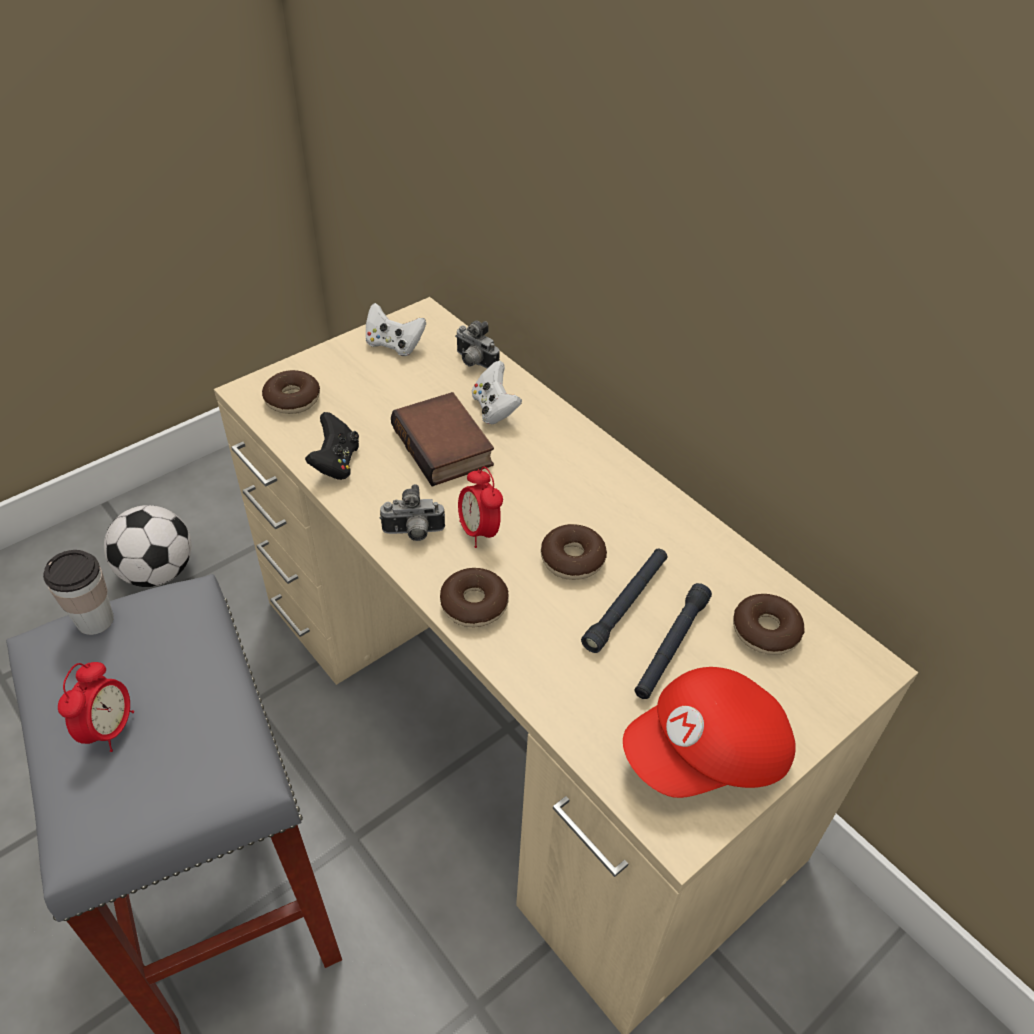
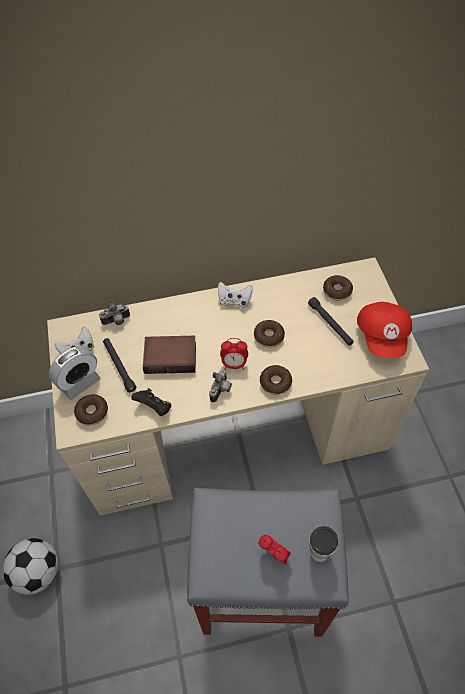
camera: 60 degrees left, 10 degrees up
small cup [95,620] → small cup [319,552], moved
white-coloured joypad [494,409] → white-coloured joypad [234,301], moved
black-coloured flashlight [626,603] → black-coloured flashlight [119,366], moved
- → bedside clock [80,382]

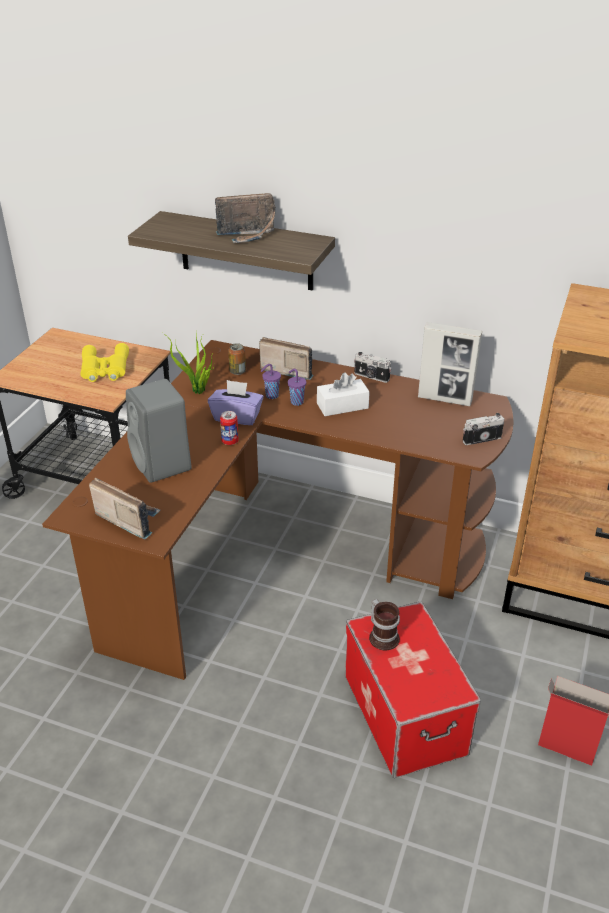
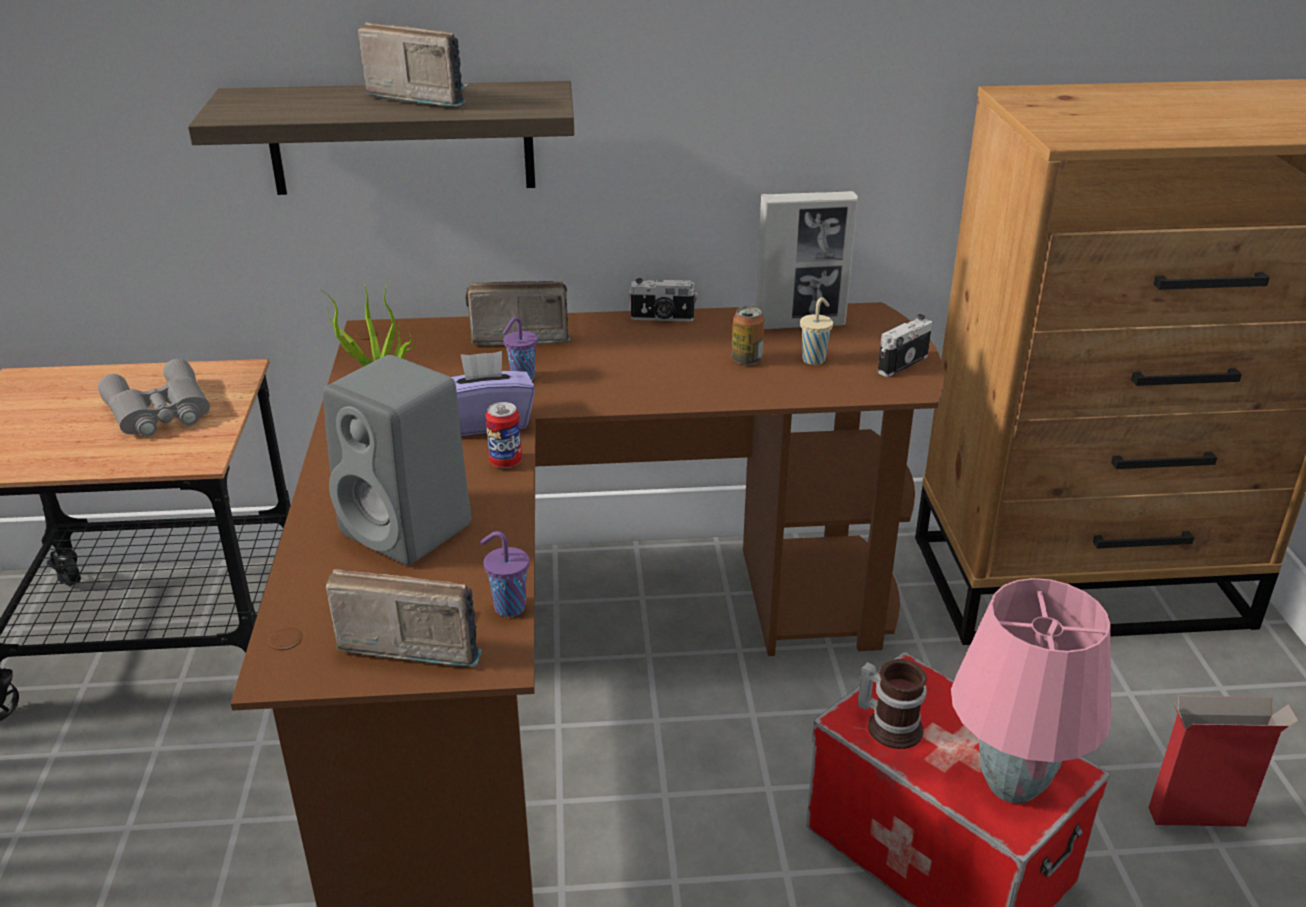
camera: 25 degrees left, 5 degrees down
yellow field glasses [104,369] → greyish field glasses [159,412]
radio set [248,235] → radio set [421,97], 120 degrees counterclockwise
sealed can [237,371] → sealed can [746,359], moved
purplish small cup [296,402] → purplish small cup [508,607], moved
white-coloured box of tissues [342,406] → -
- → beige small cup [814,359]
- → pink lamp for a table [1012,784]

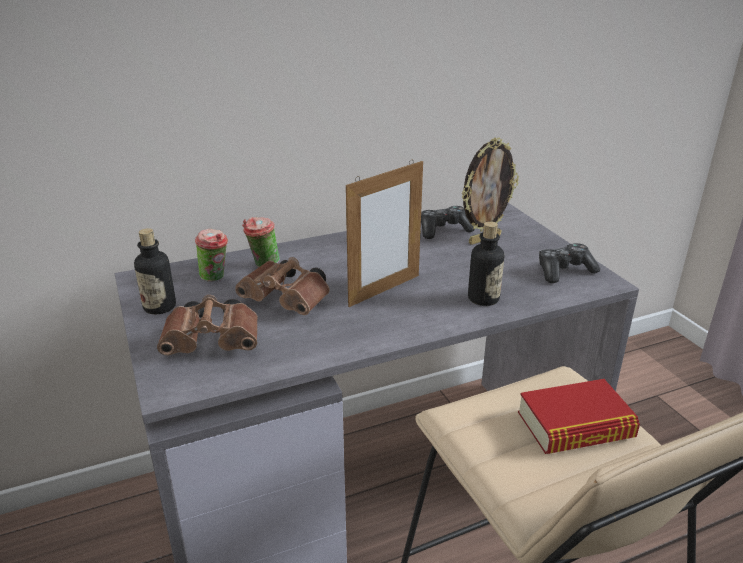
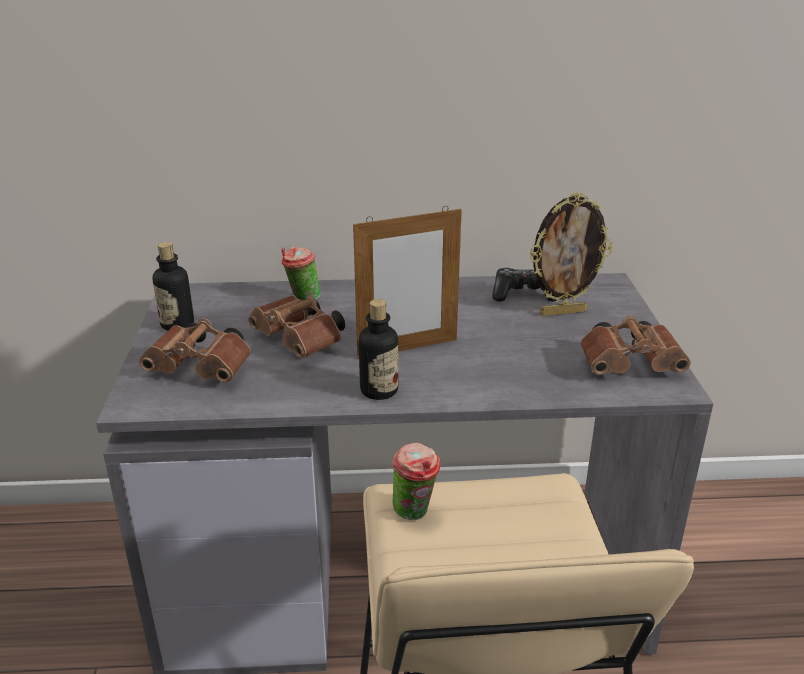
camera: 20 degrees right, 0 degrees up
small cup [216,278] → small cup [415,513], moved
drink bottle [483,298] → drink bottle [379,390], moved
volume [575,426] → -
joypad [564,271] → brown-coloured field glasses [632,365]

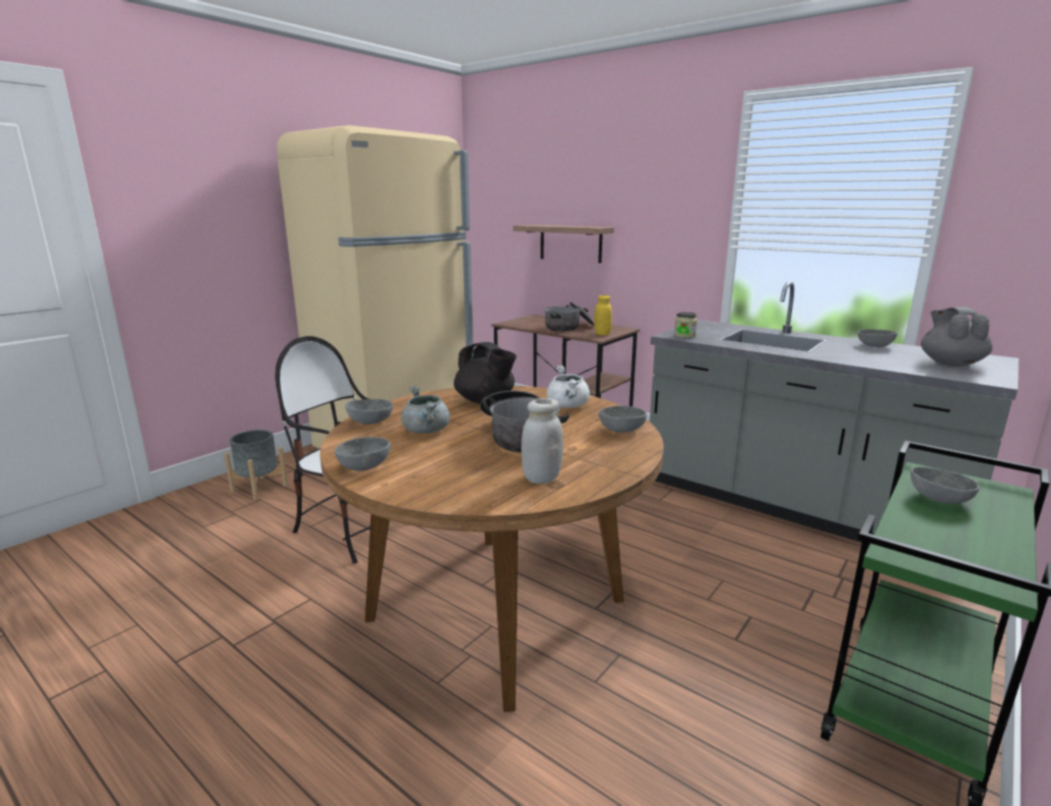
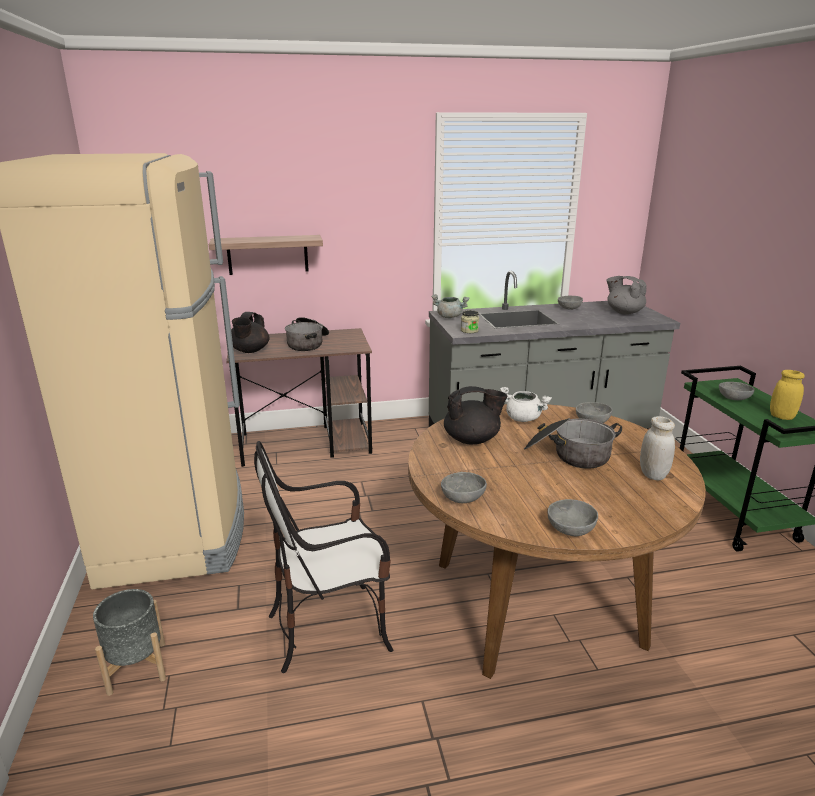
camera: 50 degrees left, 5 degrees up
greyish stockpot [426,431] → greyish stockpot [450,317], moved
yellow storage jar [602,334] → yellow storage jar [781,416], moved
- → black-coloured teapot [249,351]

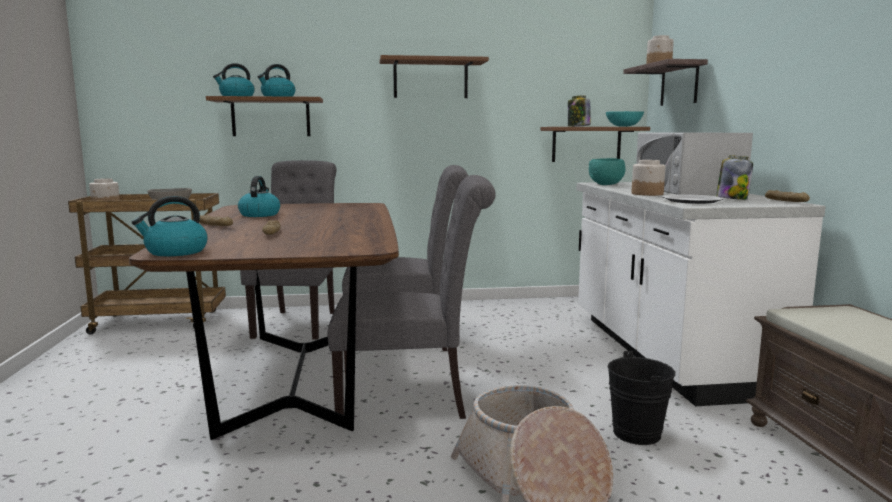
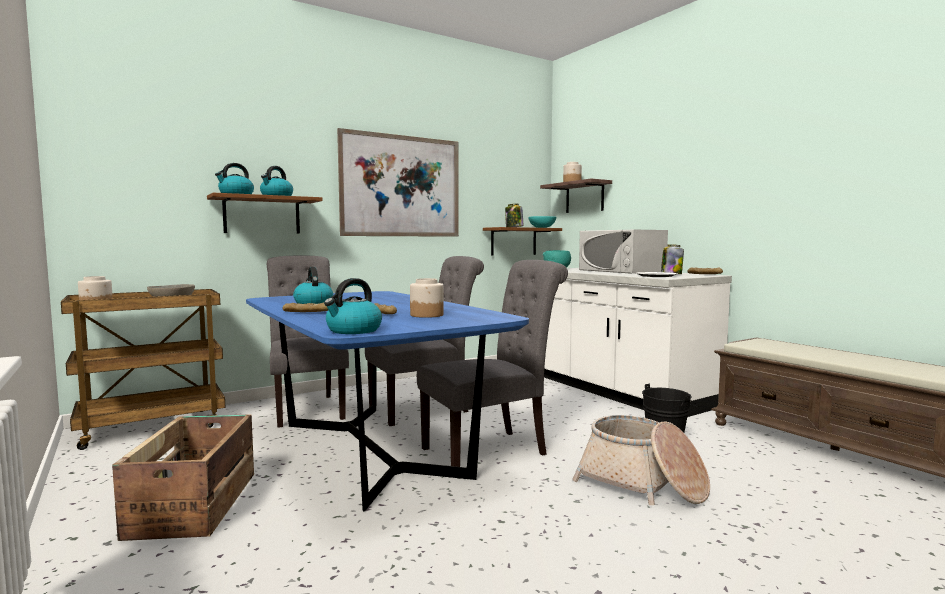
camera: 25 degrees left, 5 degrees down
brown-coloured kitchen table [299,376] → blue-coloured kitchen table [371,449]
brown-coloured wall shelf [430,79] → picture [401,186]
storage jar [647,194] → storage jar [427,315], moved
- → crate [196,503]

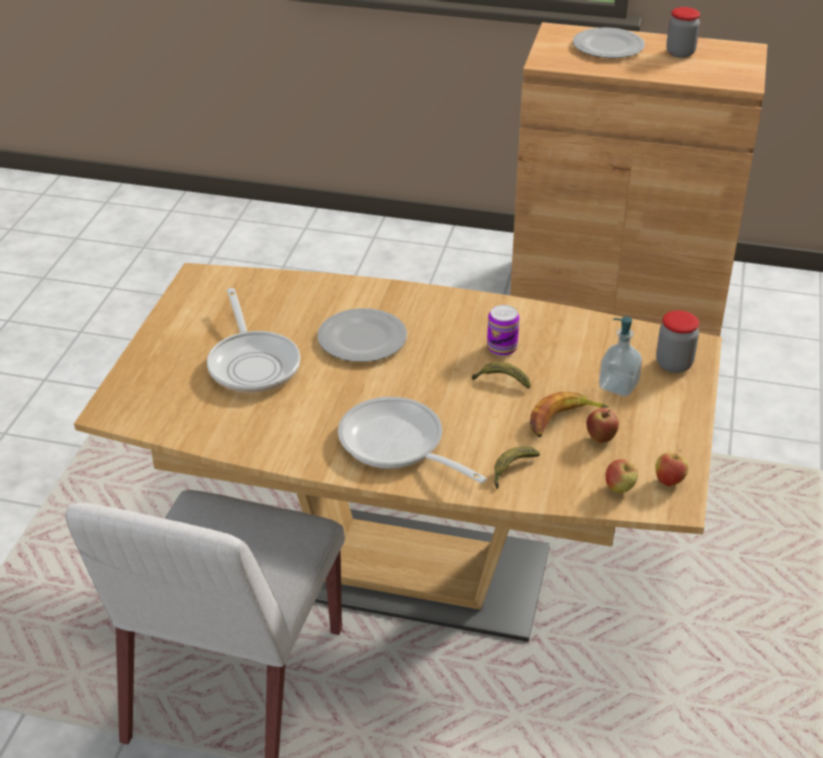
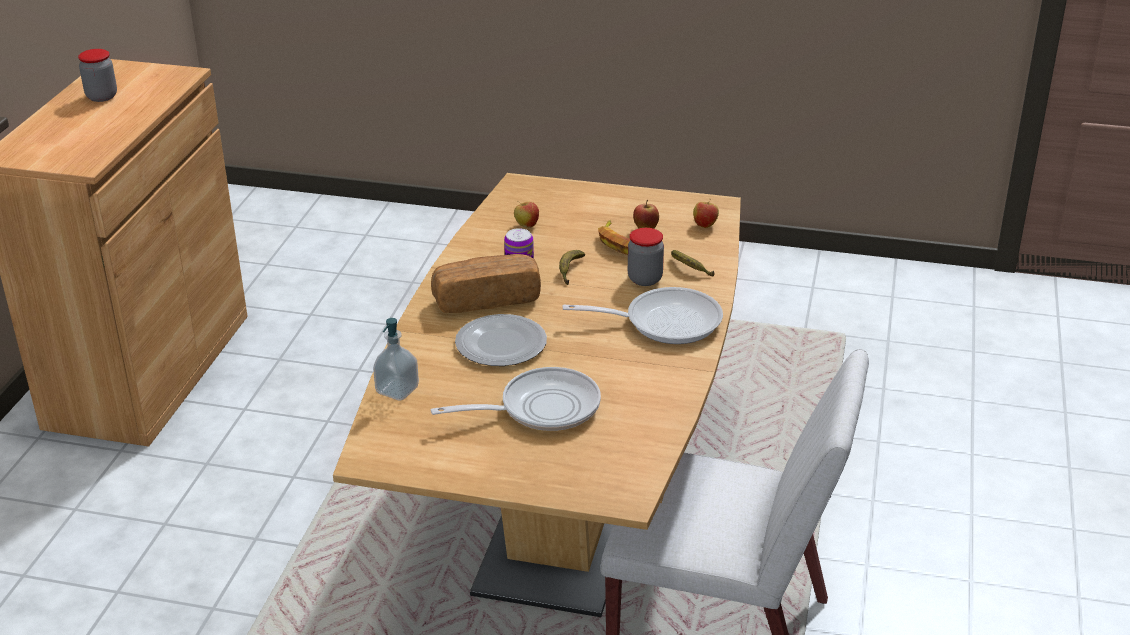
camera: 90 degrees left, 5 degrees down
pan [397,445] → pan [664,322], 135 degrees counterclockwise
flat dish [609,47] → -
liquid soap bottle [618,386] → liquid soap bottle [397,390], moved
whole apple [669,481] → whole apple [526,226], moved
storage jar [674,364] → storage jar [645,279], moved
- → baked bread [486,299]

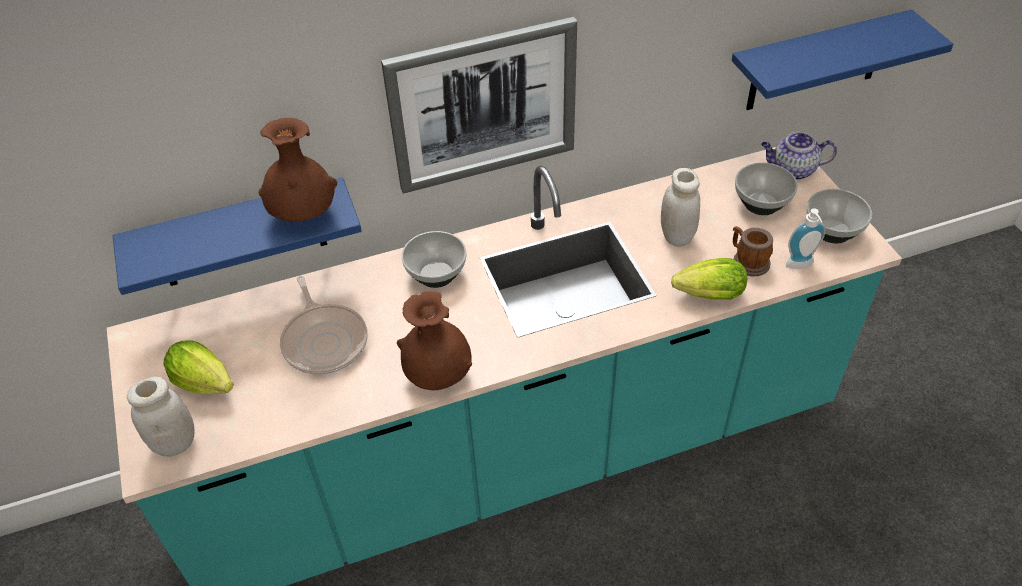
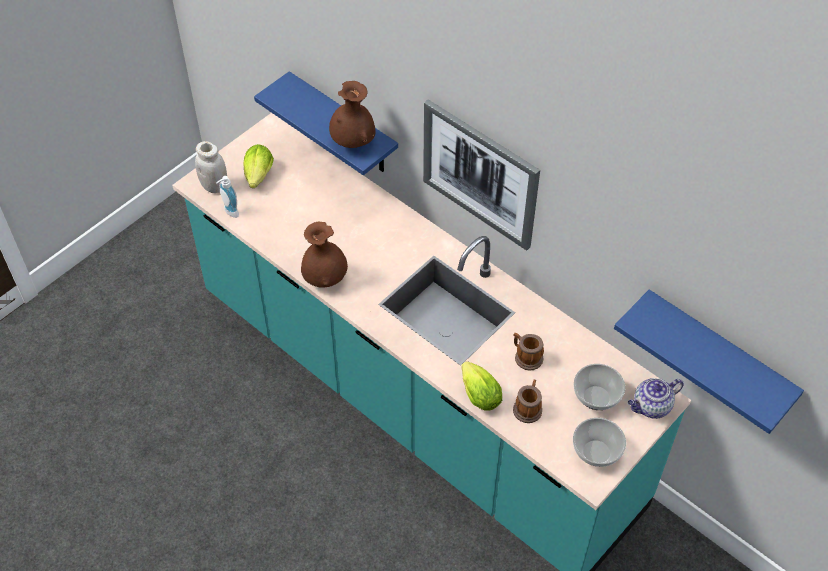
camera: 60 degrees right, 5 degrees up
pan [324,340] → -
deep dish [437,275] → -
white-coloured storage jar [677,236] → mug [526,357]
teapot [792,170] → teapot [651,407], 90 degrees counterclockwise
liquid soap bottle [801,265] → liquid soap bottle [229,212], moved

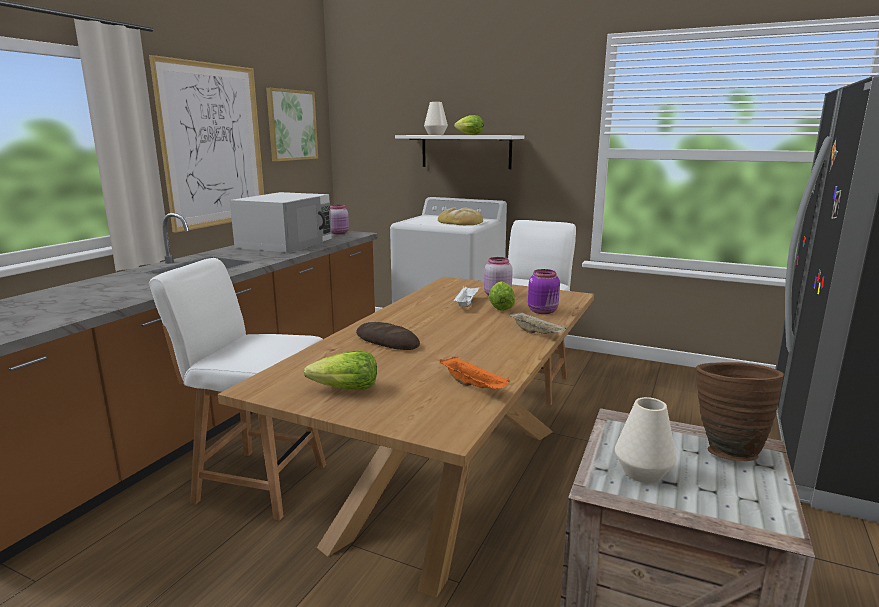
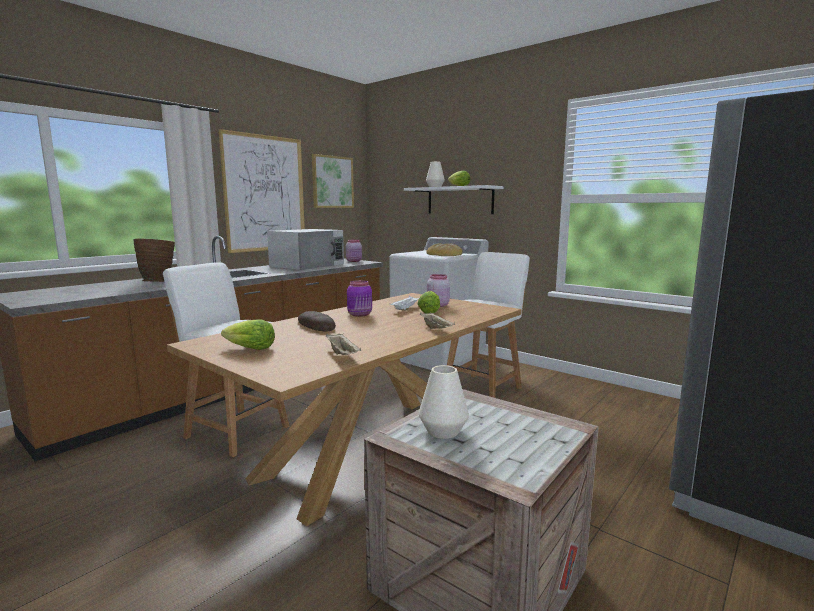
camera: 15 degrees right, 5 degrees down
orangey serving tray [474,386] → beige serving tray [343,355]
purplish storage jar [543,311] → purplish storage jar [360,314], moved
brown-coloured decorative vase [725,449] → brown-coloured decorative vase [158,282], moved

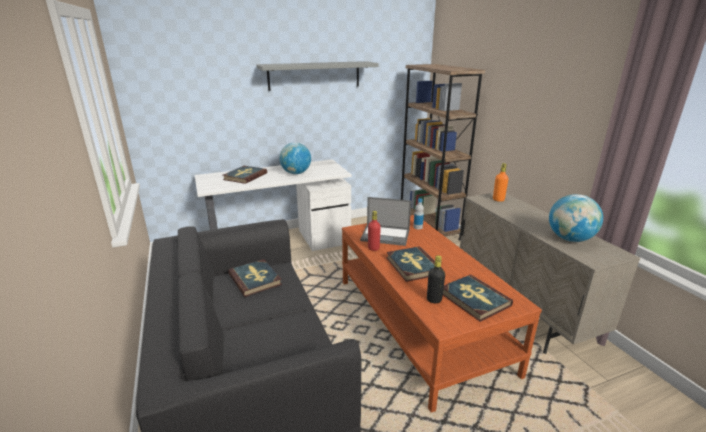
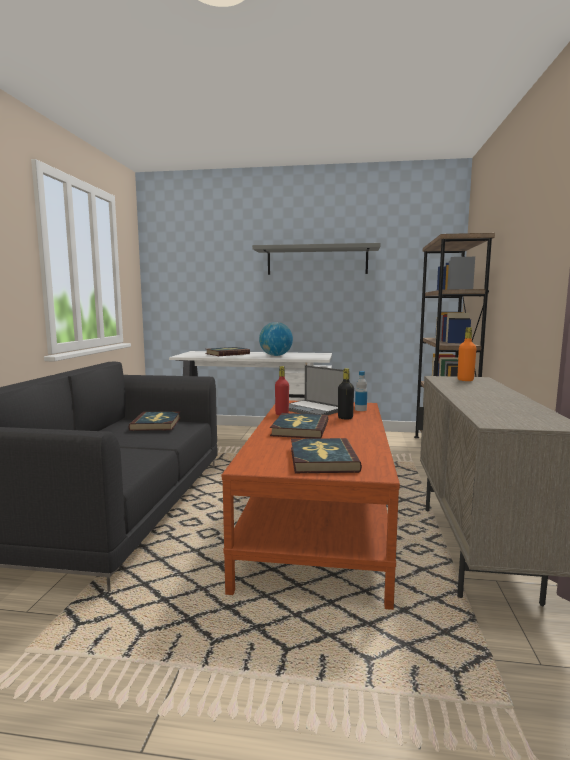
camera: 30 degrees right, 15 degrees down
black-coloured drink bottle [434,299] → black-coloured drink bottle [345,418], moved
world globe [570,239] → -

